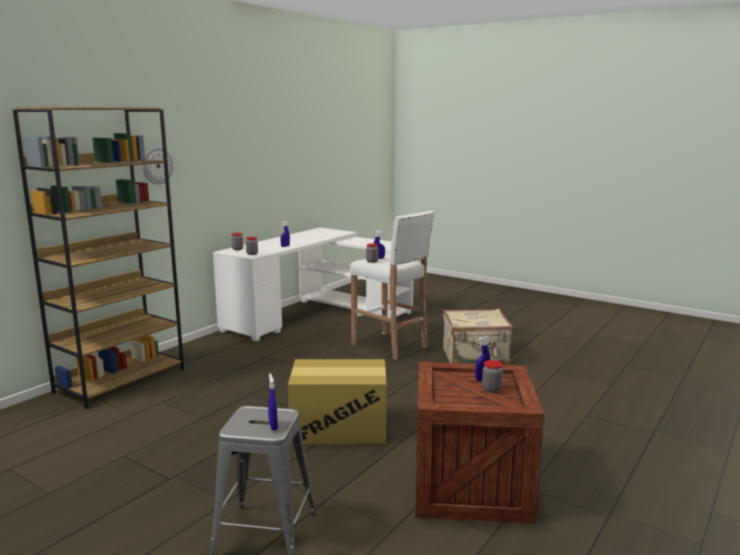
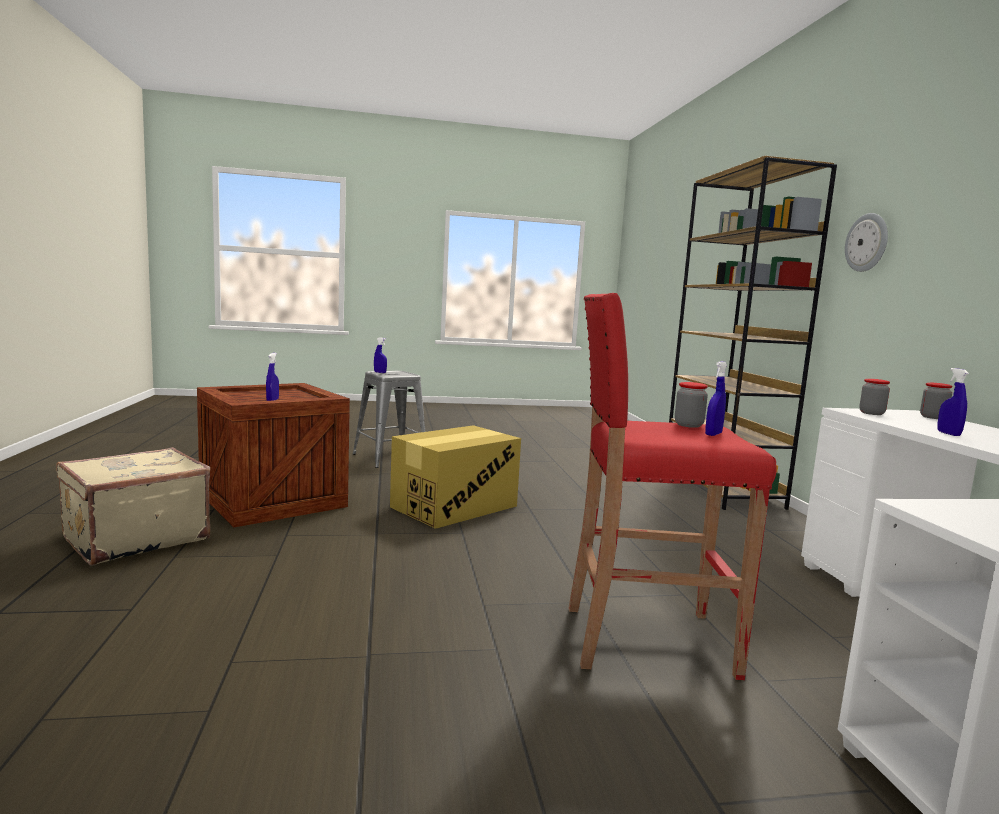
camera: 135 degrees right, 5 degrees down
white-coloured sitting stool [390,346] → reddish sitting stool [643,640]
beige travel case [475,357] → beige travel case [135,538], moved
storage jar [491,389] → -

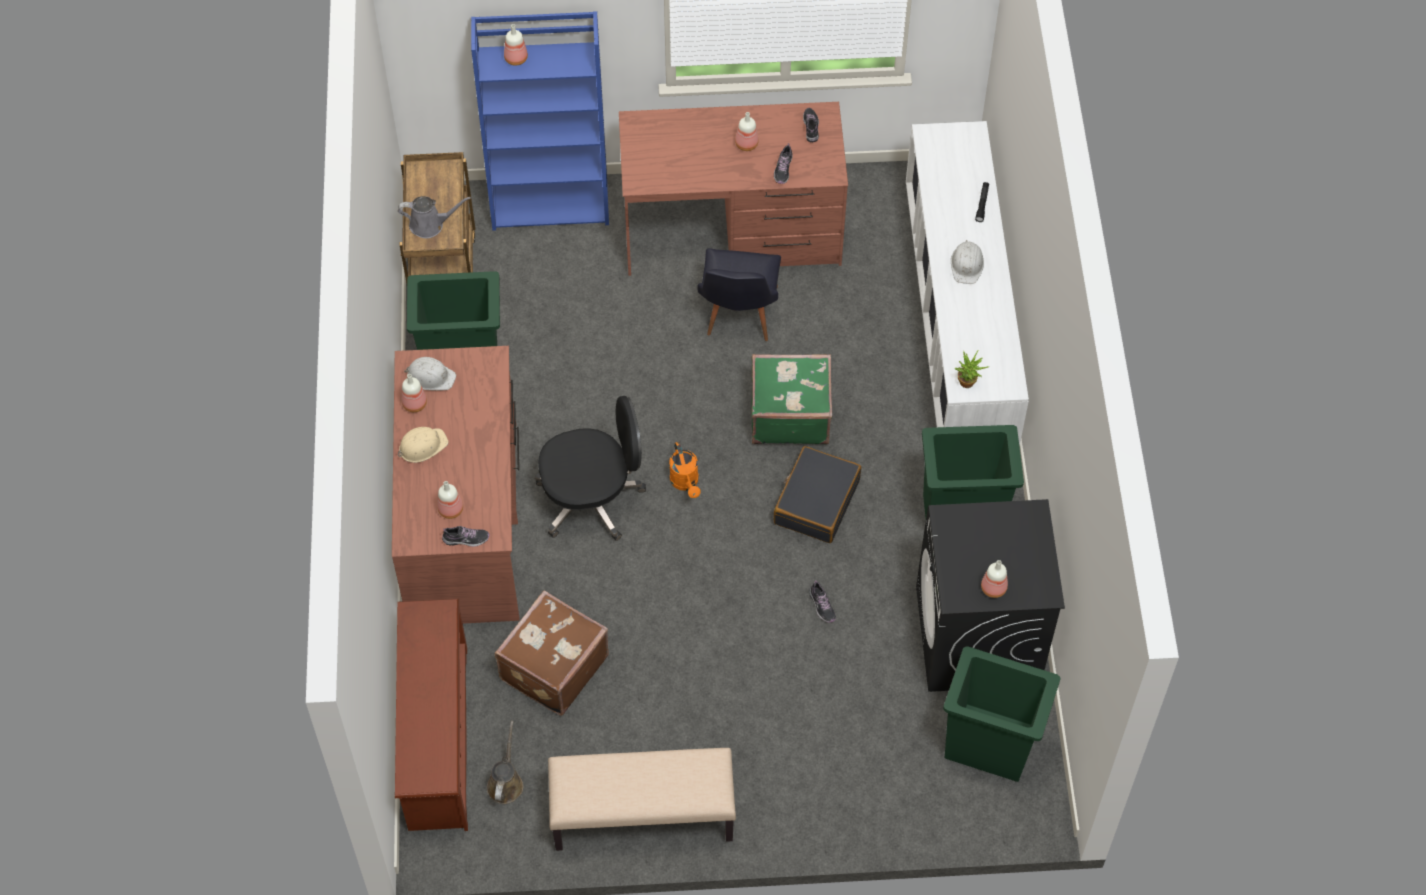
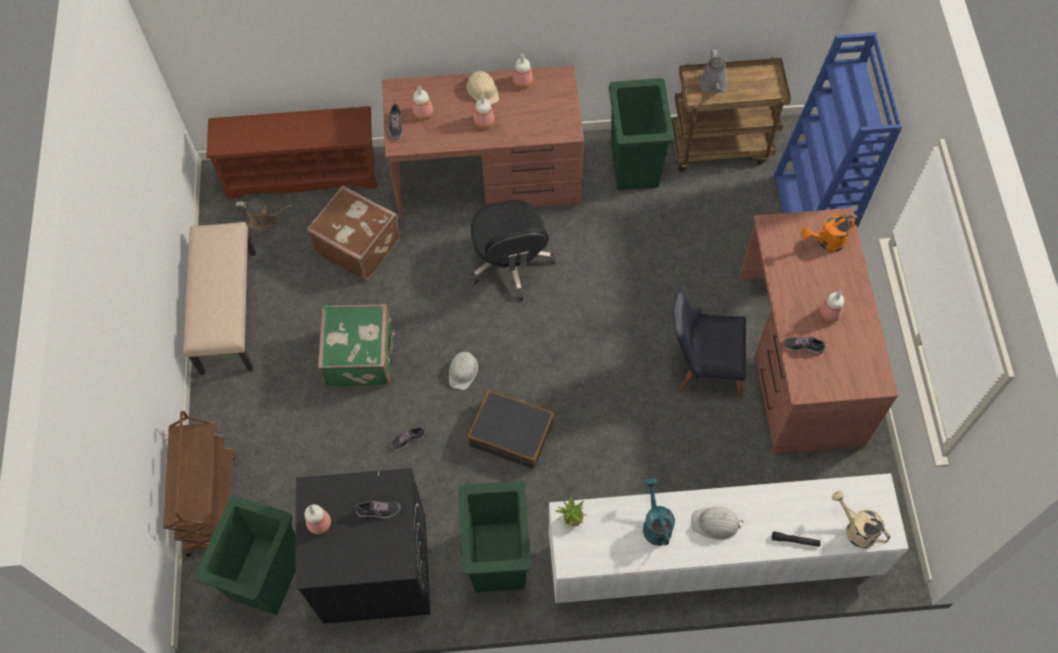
camera: 90 degrees right, 5 degrees up
white-coloured hard hat [430,376] → white-coloured hard hat [463,371], moved
drink bottle [515,59] → drink bottle [483,122], moved
orangey watering pot [686,483] → orangey watering pot [827,242], moved
green travel case [789,413] → green travel case [361,356], moved
shoe [811,127] → shoe [378,510], moved
- → brown-coloured cart [210,502]
- → turquoise watering pot [655,524]
- → beige watering pot [855,529]

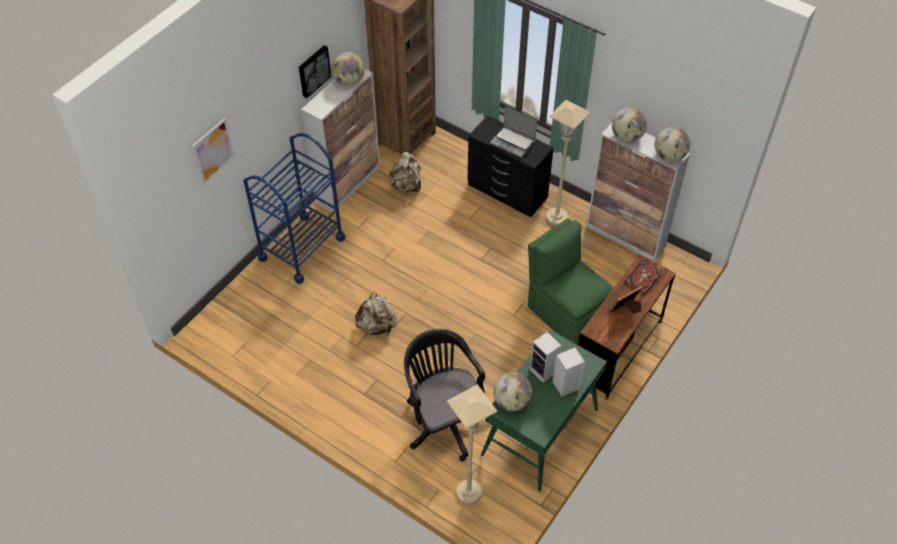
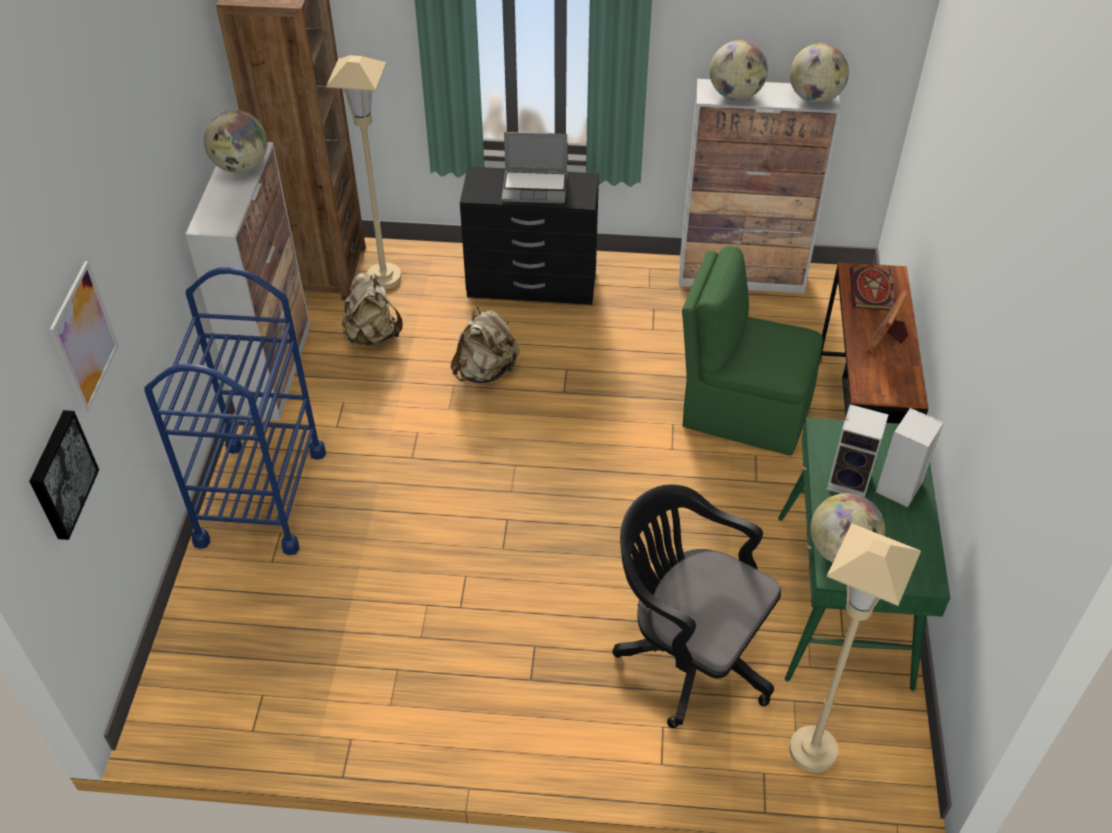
camera: 30 degrees left, 5 degrees down
picture [313,70] → picture [60,474], moved
beige backpack [377,326] → beige backpack [486,371], moved
beige standing lamp [556,217] → beige standing lamp [384,278], moved

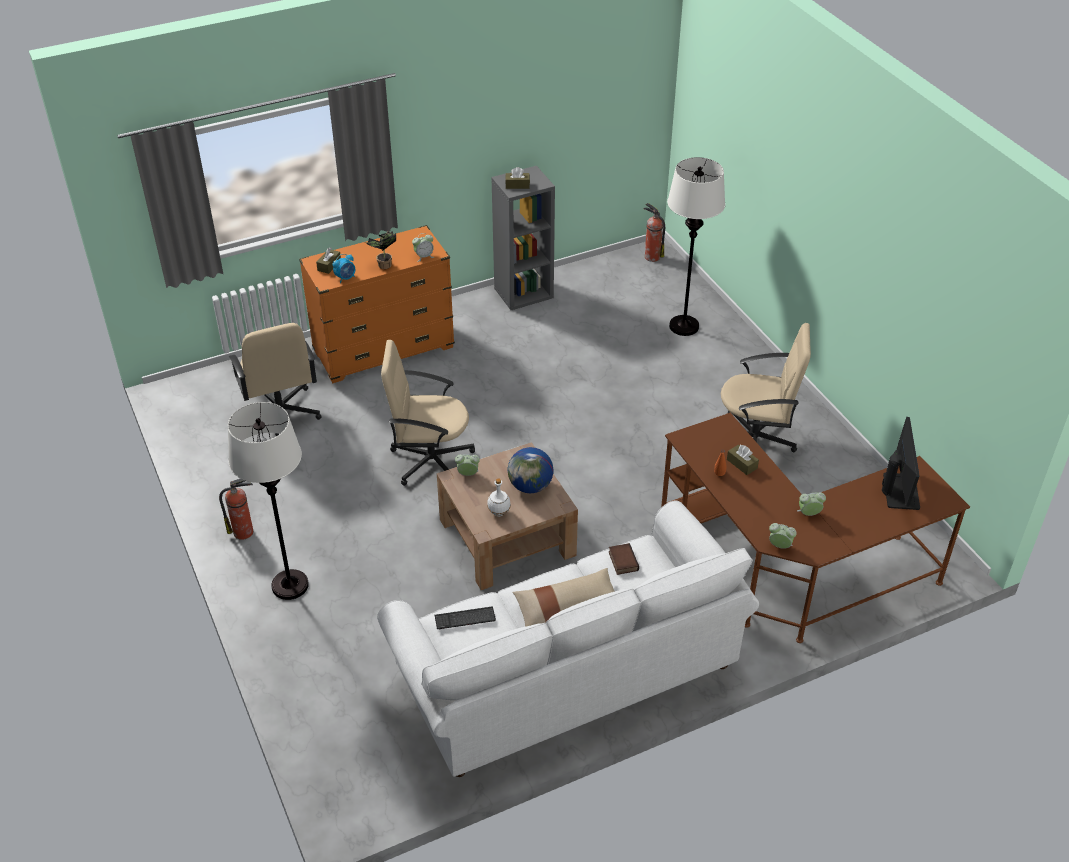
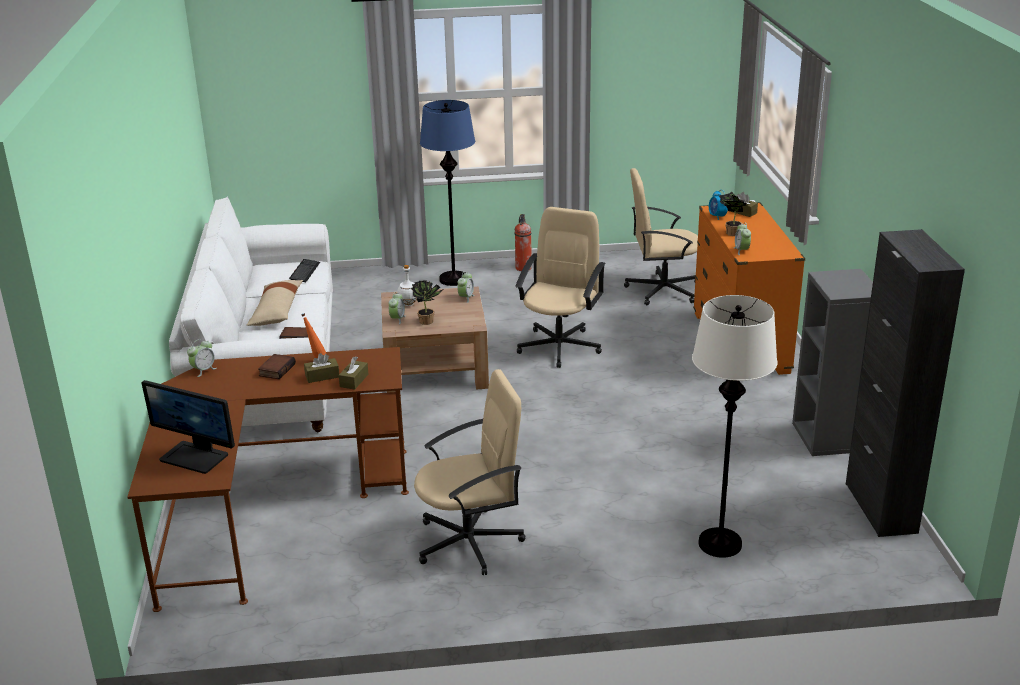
camera: 110 degrees right, 15 degrees down
white-coloured standing lamp [290,585] → blue-coloured standing lamp [454,279]
brown-coloured box of tissues [517,185] → brown-coloured box of tissues [354,380], moved
world globe [530,486] → potted plant [428,321]
fire extinguisher [651,256] → -
beige desk chair [755,440] → beige desk chair [470,542], 135 degrees counterclockwise
bedside clock [809,514] → bedside clock [397,319], moved
- → volume [276,369]
- → black-coloured cabinet [880,508]

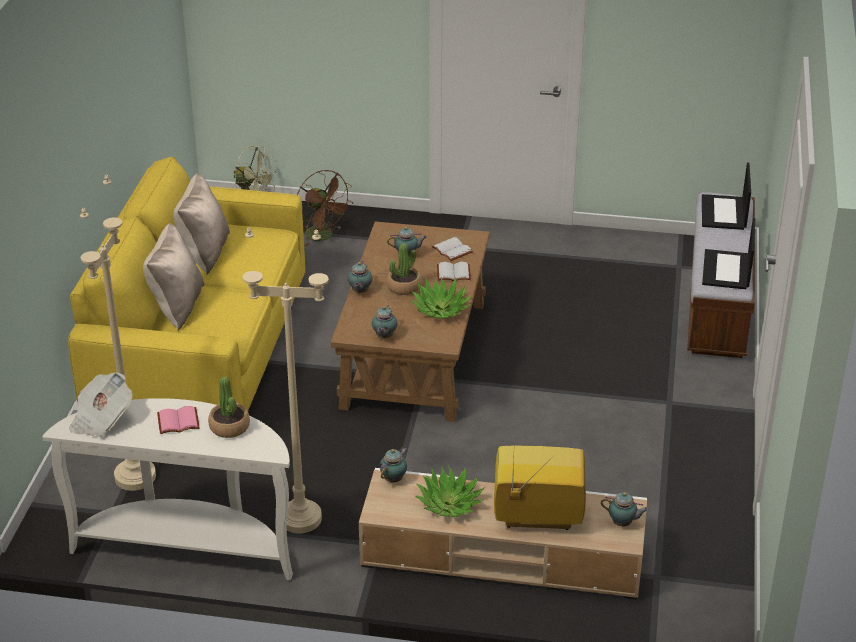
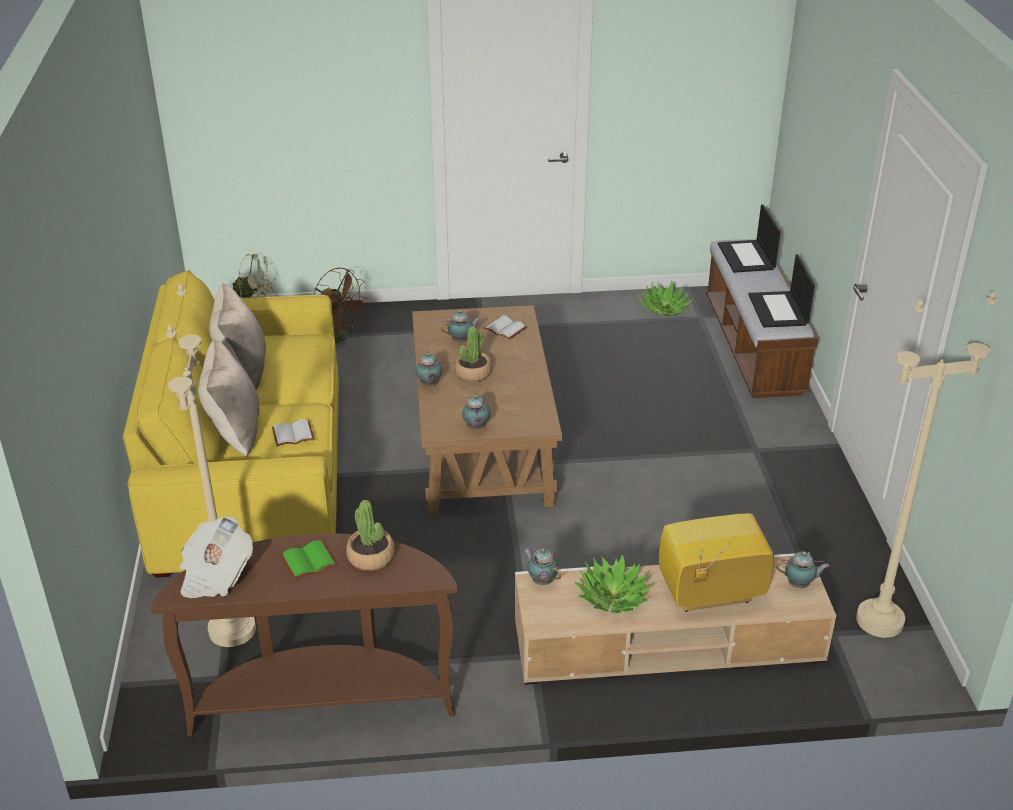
camera: 15 degrees left, 0 degrees up
white-coloured narrow table [188,545] → brown-coloured narrow table [322,699]
pink volume [177,422] → green volume [308,562]
beige standing lamp [300,519] → beige standing lamp [879,621], moved
teapot [394,478] → teapot [541,580], 60 degrees counterclockwise
potted plant [441,309] → potted plant [664,309], moved
white-coloured volume [453,273] → white-coloured volume [292,435], moved

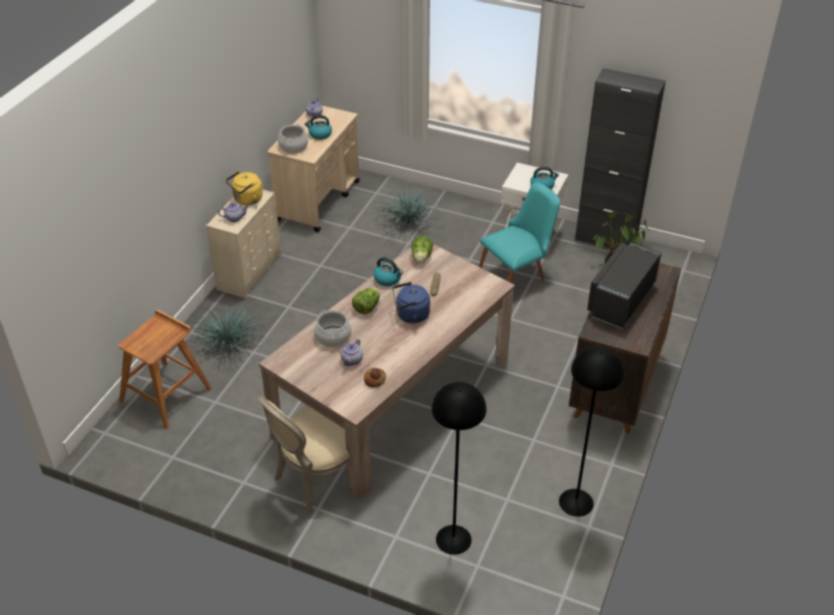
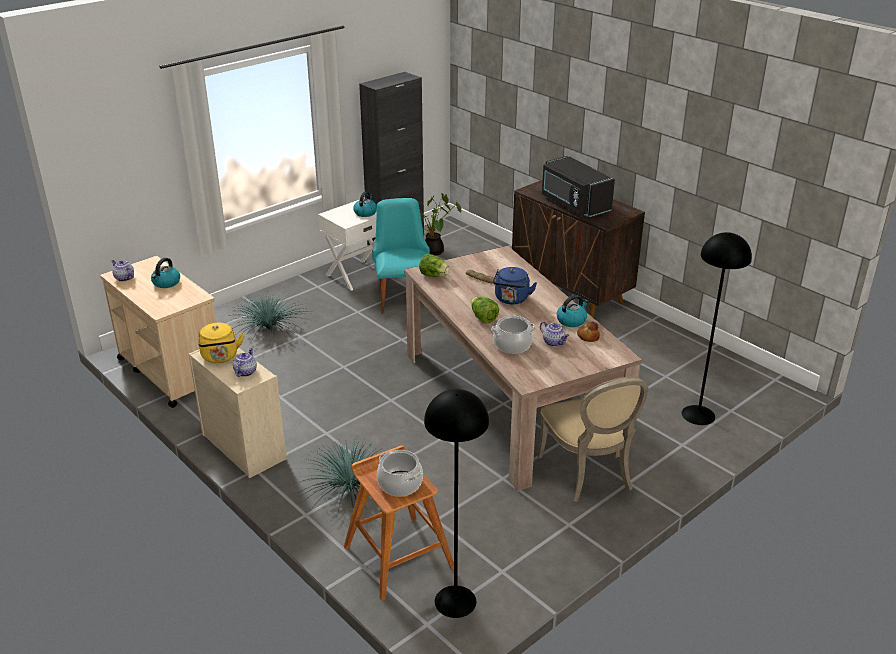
camera: 65 degrees left, 10 degrees down
stockpot [293,147] → stockpot [400,483], moved
water kettle [388,279] → water kettle [571,320], moved
black-coloured standing lamp [576,502] → black-coloured standing lamp [455,601], moved

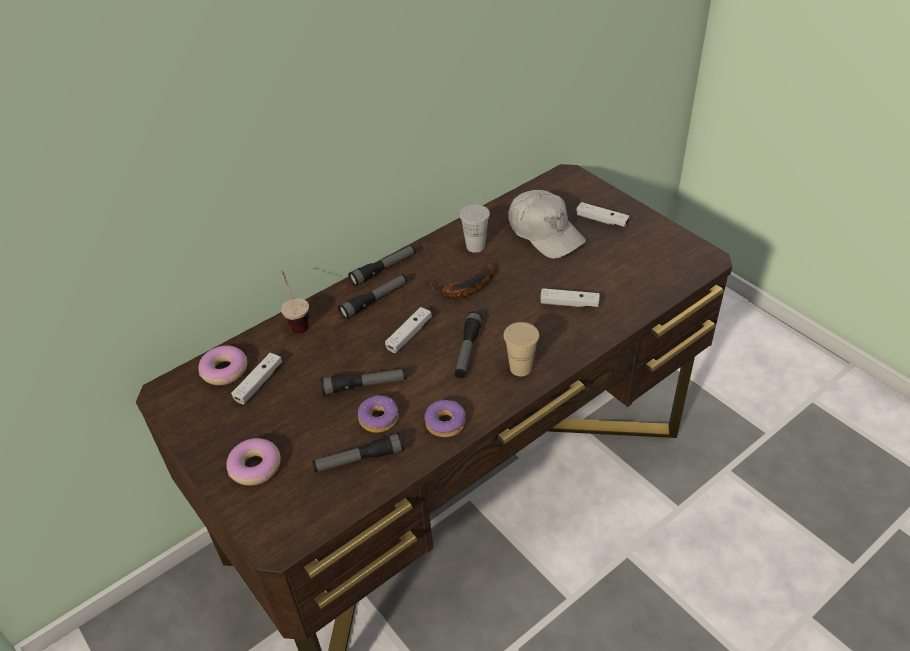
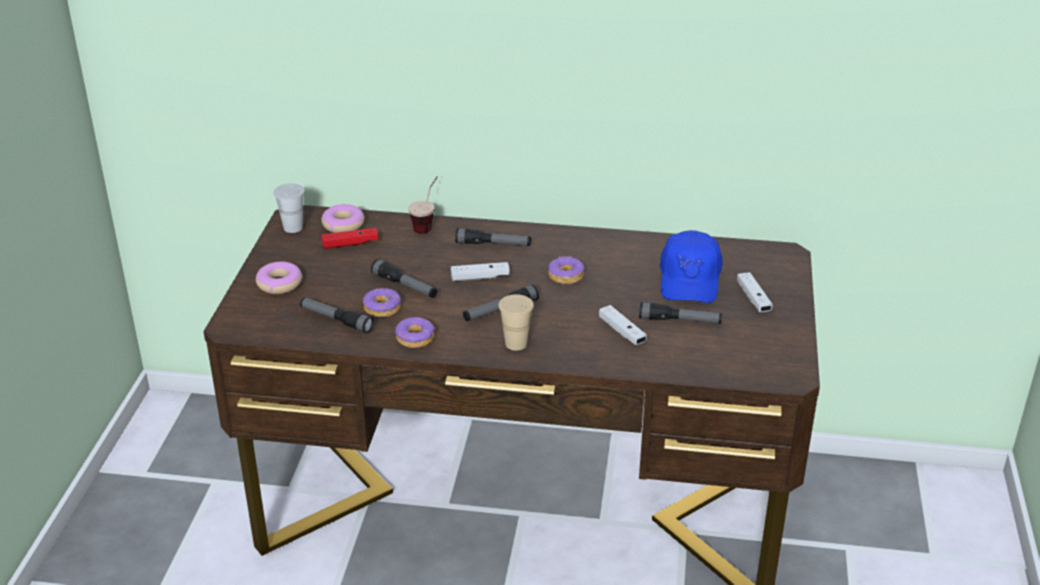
camera: 45 degrees right, 10 degrees down
white-coloured joypad [259,383] → reddish joypad [350,244]
flashlight [384,269] → flashlight [680,321], moved
banana [466,289] → doughnut [565,276]
white-coloured small cup [475,246] → white-coloured small cup [293,227], moved
white-coloured baseball cap [545,233] → blue-coloured baseball cap [690,279]

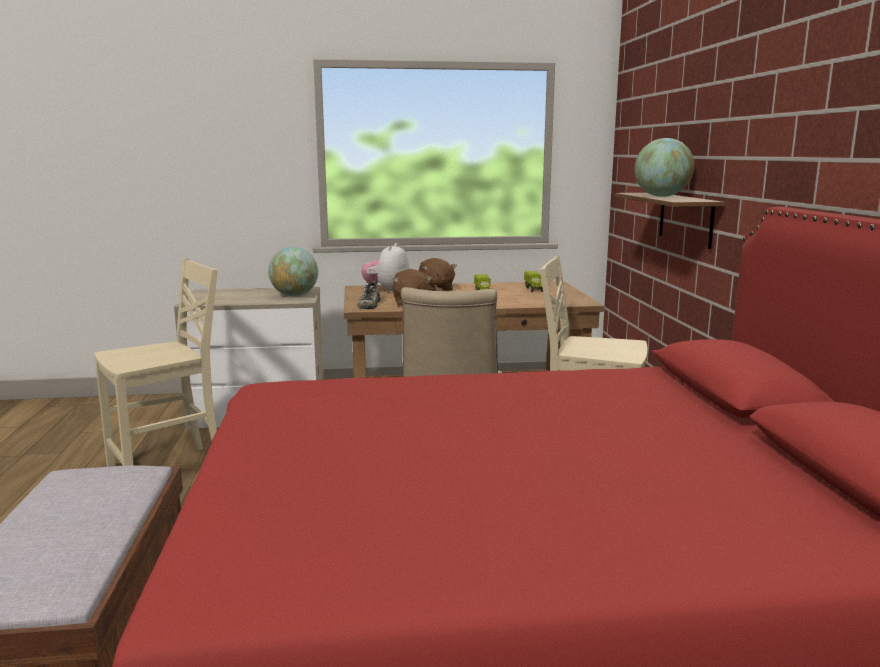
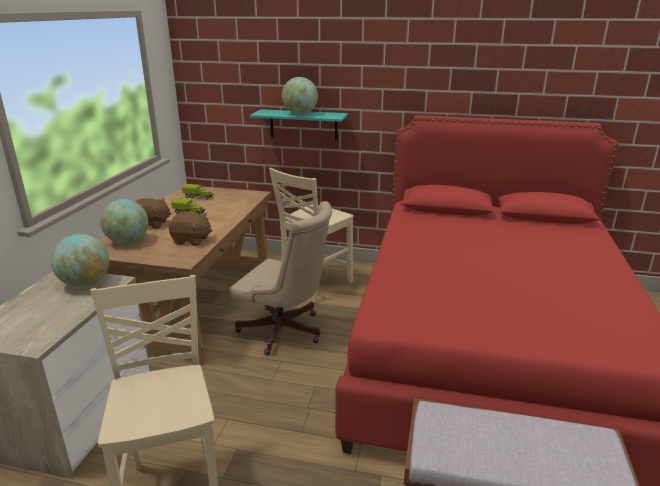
camera: 70 degrees left, 10 degrees up
shoe [369,304] → -
plush toy [387,290] → world globe [128,242]
brown-coloured wall shelf [685,219] → turquoise wall shelf [303,125]

